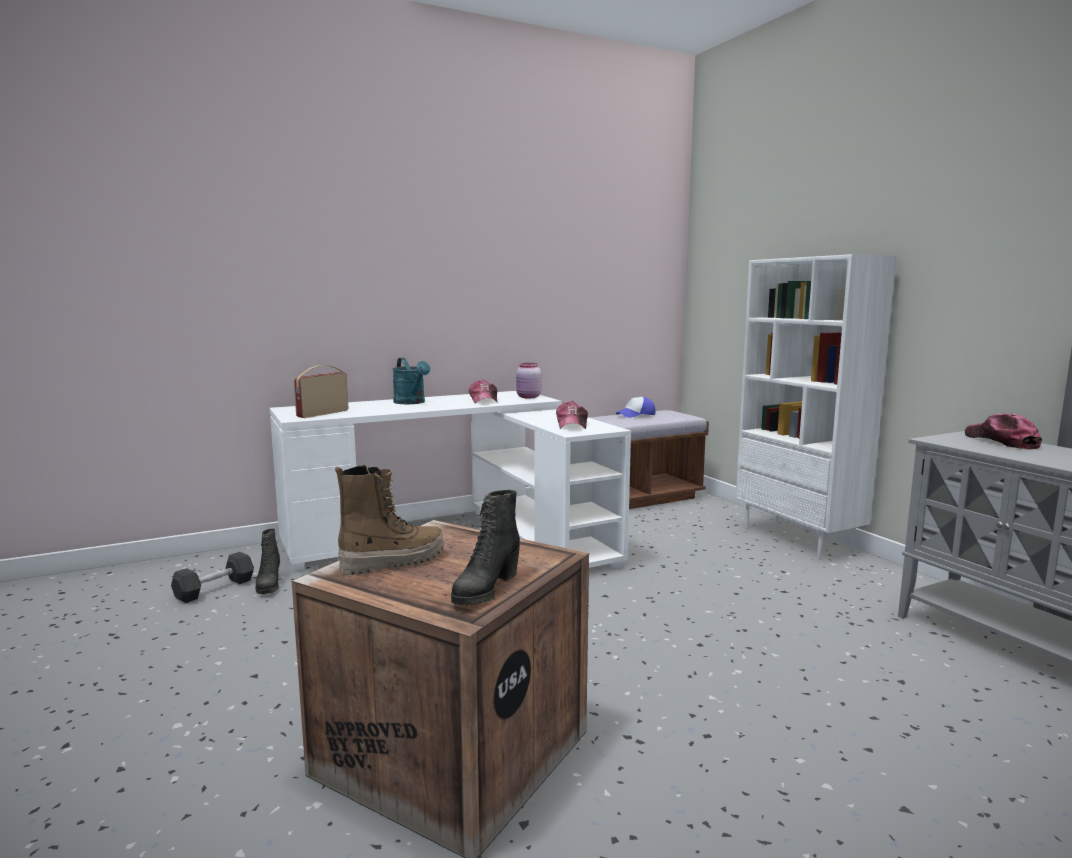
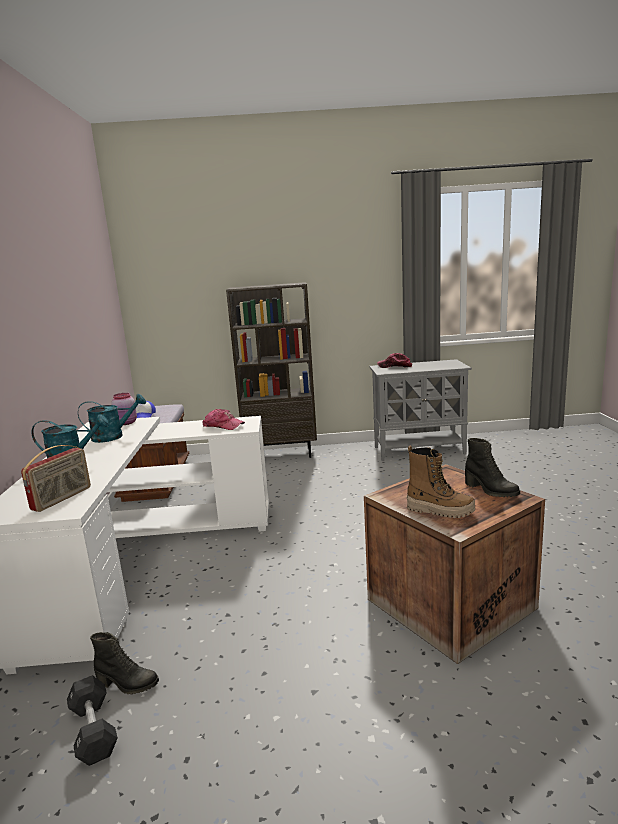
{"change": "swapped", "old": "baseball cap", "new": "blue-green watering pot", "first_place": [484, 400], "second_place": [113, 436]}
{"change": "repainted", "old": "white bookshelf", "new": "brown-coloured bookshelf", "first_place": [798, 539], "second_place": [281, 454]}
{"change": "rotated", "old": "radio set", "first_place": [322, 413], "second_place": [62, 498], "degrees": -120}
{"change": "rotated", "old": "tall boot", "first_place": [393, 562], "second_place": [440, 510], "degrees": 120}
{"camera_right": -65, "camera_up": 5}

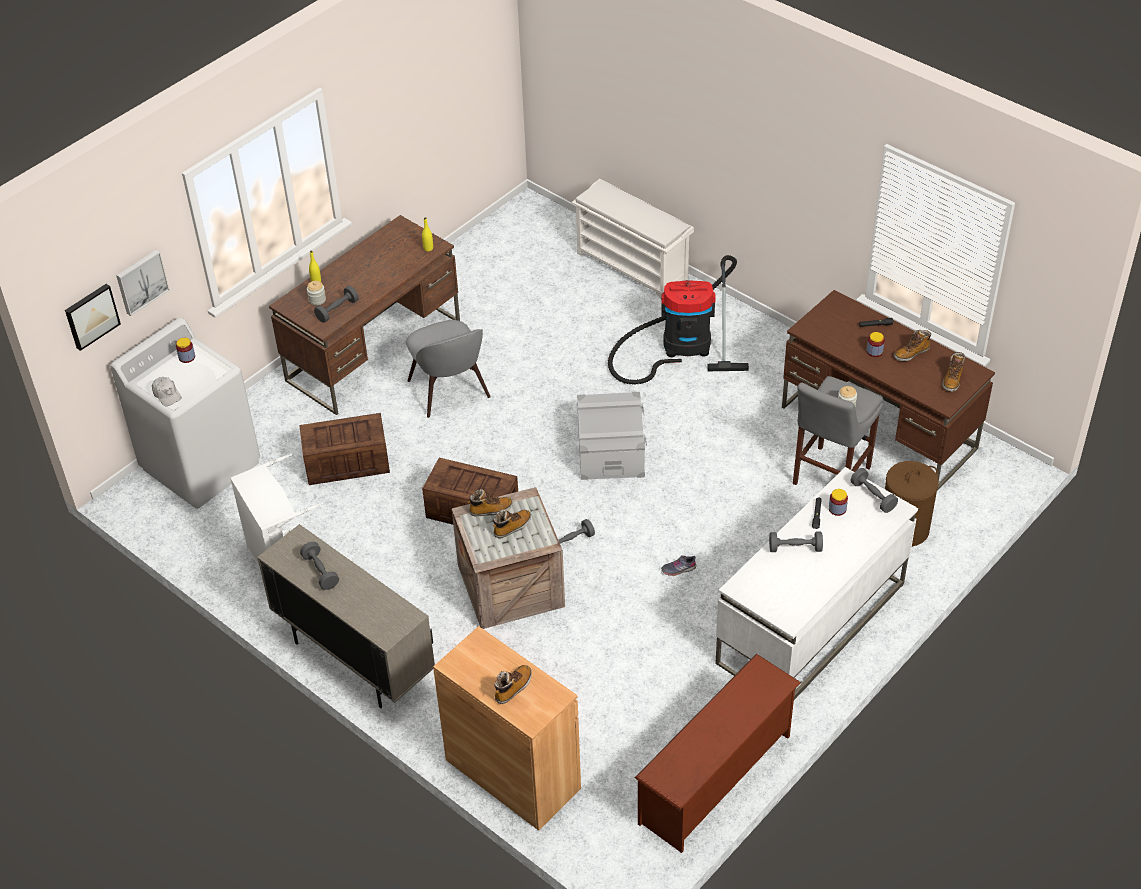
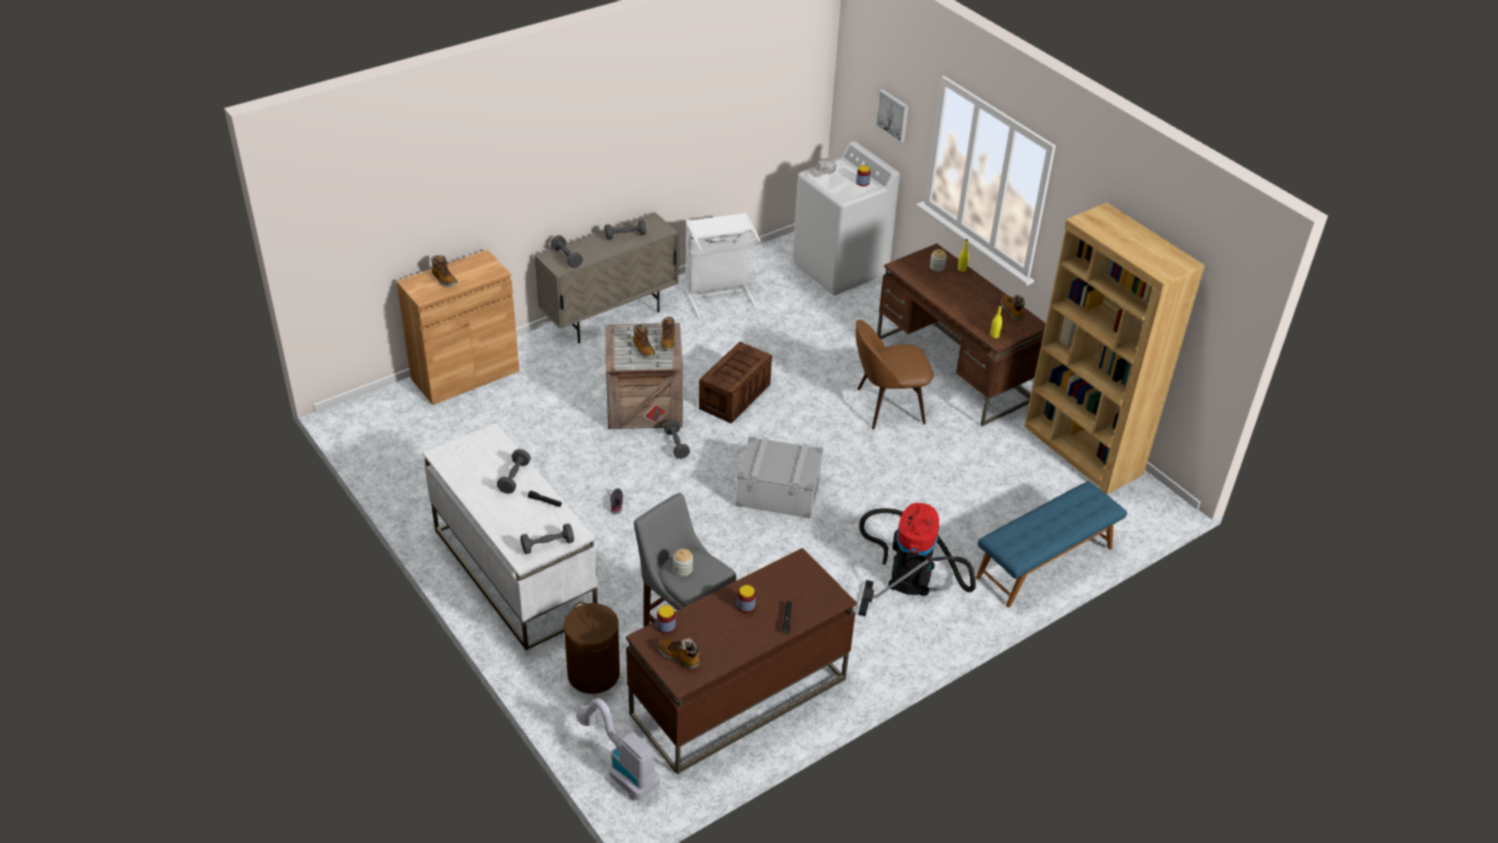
{"change": "gone", "old": "wall art", "first_place": [91, 315]}
{"change": "gone", "old": "crate", "first_place": [345, 464]}
{"change": "gone", "old": "brown-coloured shoe stand", "first_place": [716, 780]}
{"change": "new", "new": "hoover", "second_place": [621, 768]}
{"change": "new", "new": "brown-coloured bookshelf", "second_place": [1082, 450]}
{"change": "shifted", "old": "greyish free weight", "first_place": [337, 310], "second_place": [567, 258]}
{"change": "shifted", "old": "storage jar", "first_place": [837, 509], "second_place": [666, 626]}
{"change": "shifted", "old": "tall boot", "first_place": [911, 353], "second_place": [1012, 311]}
{"change": "swapped", "old": "white shoe stand", "new": "bluish indoor bench", "first_place": [633, 267], "second_place": [1045, 563]}
{"change": "repainted", "old": "greyish upright chair", "new": "brown-coloured upright chair", "first_place": [450, 391], "second_place": [887, 406]}
{"camera_right": 100, "camera_up": -5}

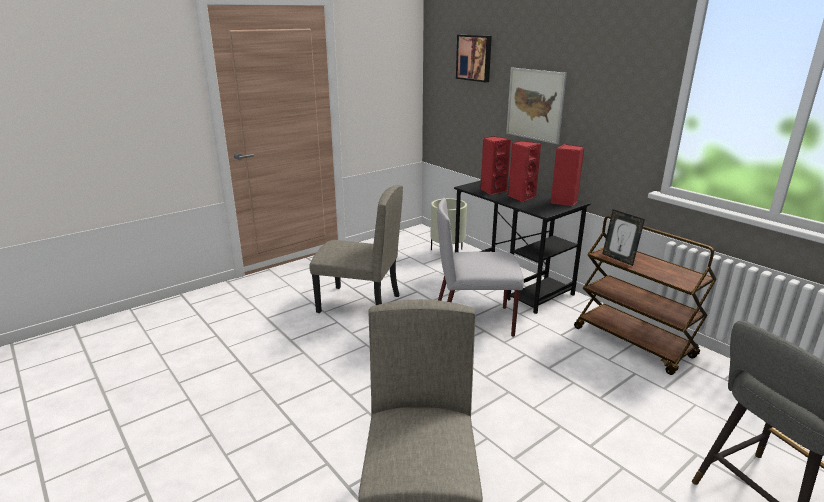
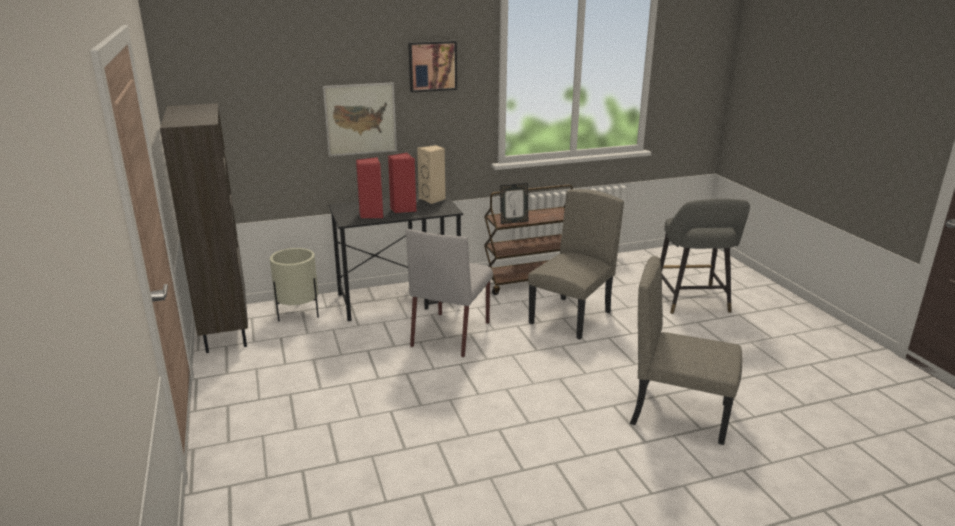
{"change": "new", "new": "brown-coloured bookshelf", "second_place": [224, 330]}
{"change": "shifted", "old": "beige-coloured upright chair", "first_place": [359, 304], "second_place": [571, 318]}
{"change": "shifted", "old": "wall art", "first_place": [474, 58], "second_place": [432, 66]}
{"change": "repainted", "old": "red-coloured speaker", "new": "beige-coloured speaker", "first_place": [564, 202], "second_place": [433, 199]}
{"camera_right": -70, "camera_up": 0}

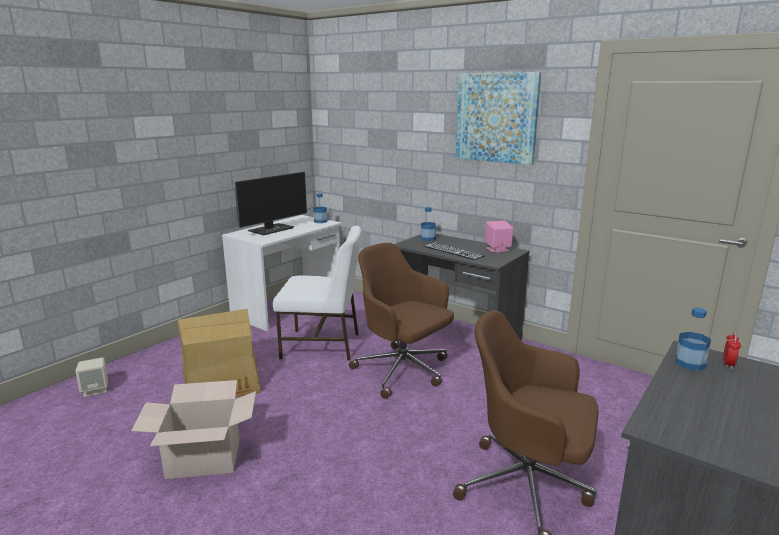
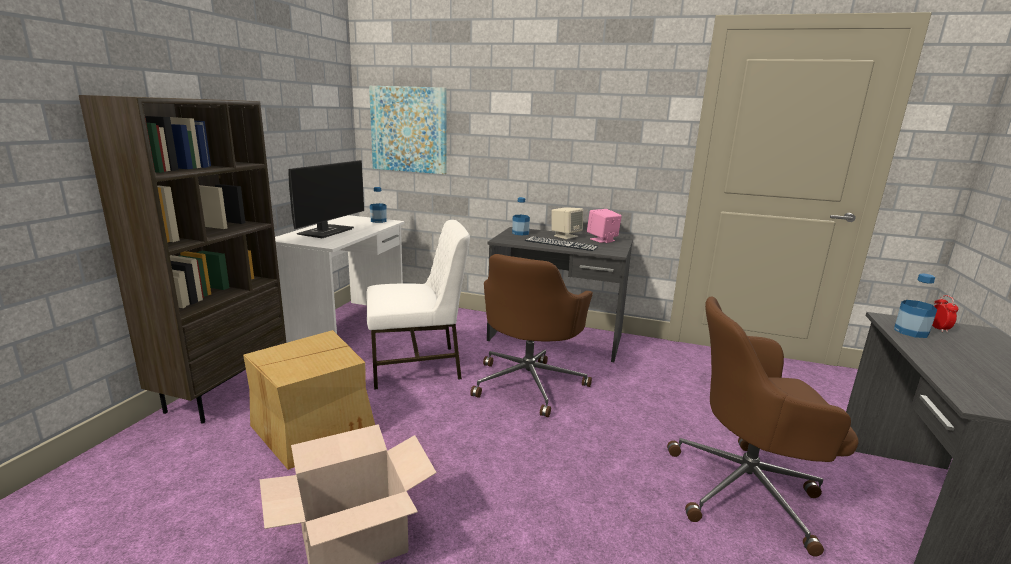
{"change": "new", "new": "brown-coloured bookshelf", "second_place": [224, 391]}
{"change": "shifted", "old": "beige-coloured speaker", "first_place": [95, 390], "second_place": [565, 236]}
{"change": "shifted", "old": "wall art", "first_place": [496, 117], "second_place": [409, 129]}
{"change": "rotated", "old": "brown-coloured office chair", "first_place": [403, 371], "second_place": [529, 383], "degrees": -90}
{"camera_right": -20, "camera_up": 0}

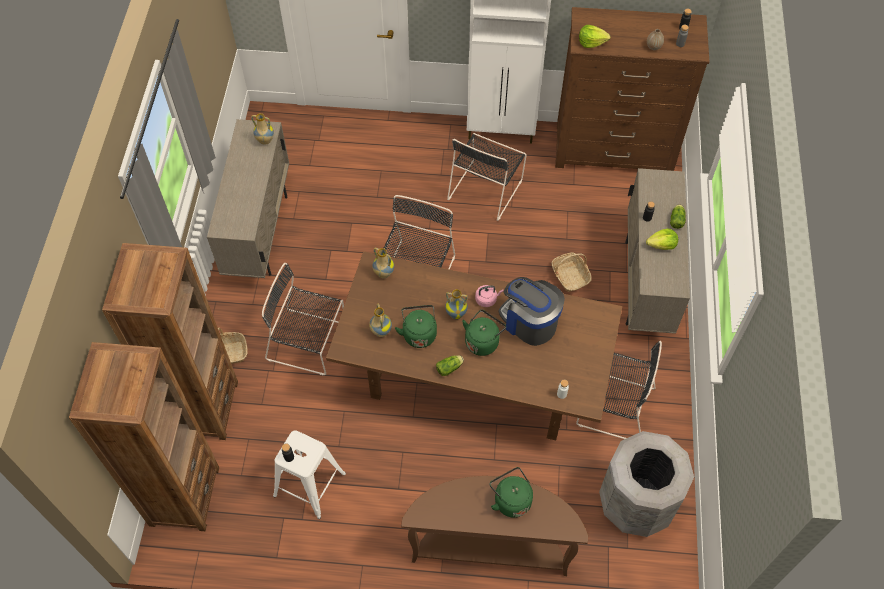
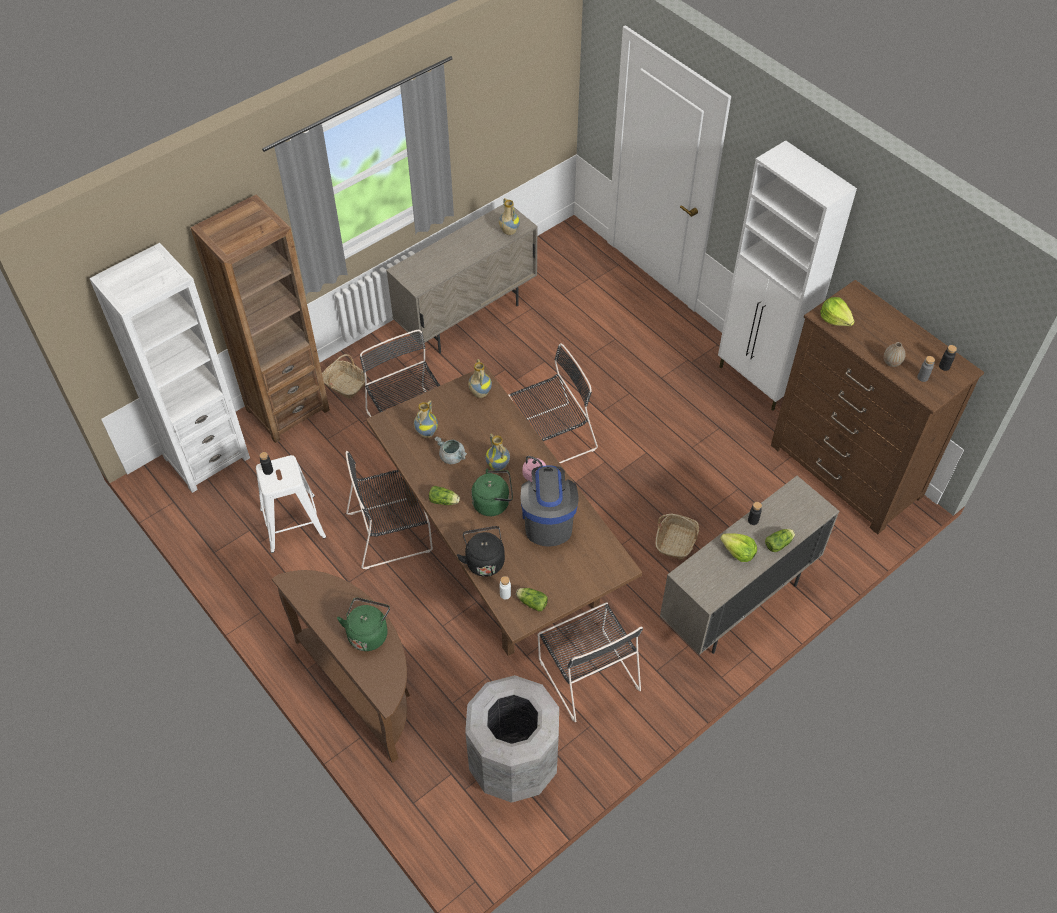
{"change": "new", "new": "black-coloured kettle", "second_place": [484, 560]}
{"change": "new", "new": "lettuce", "second_place": [531, 602]}
{"change": "shifted", "old": "black-coloured upright chair", "first_place": [486, 188], "second_place": [392, 531]}
{"change": "swapped", "old": "greenish kettle", "new": "greyish saucepot", "first_place": [419, 333], "second_place": [452, 457]}
{"change": "repainted", "old": "brown-coloured bookshelf", "new": "white bookshelf", "first_place": [184, 496], "second_place": [206, 457]}
{"camera_right": 45, "camera_up": -5}

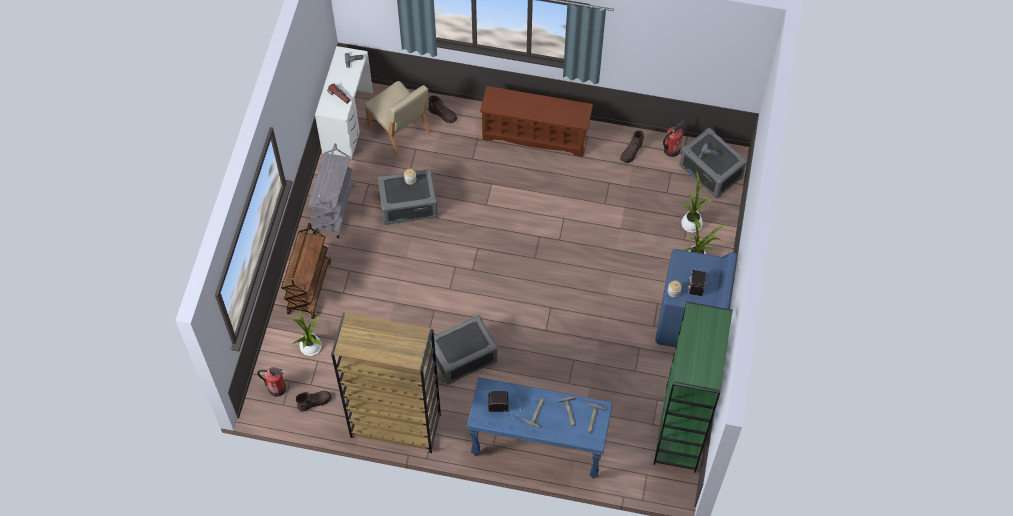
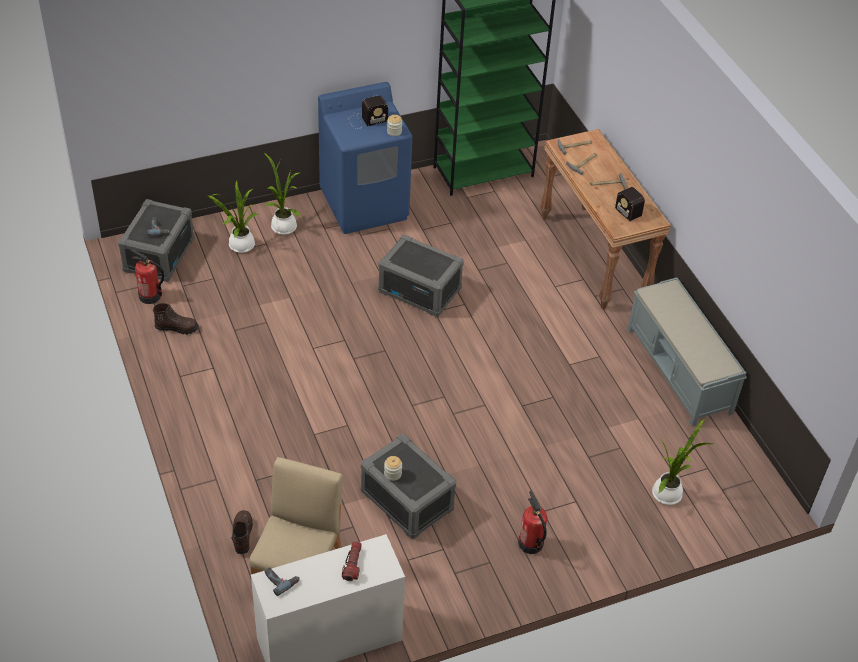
{"change": "gone", "old": "brown-coloured trolley", "first_place": [309, 286]}
{"change": "gone", "old": "brown-coloured tall boot", "first_place": [314, 402]}
{"change": "gone", "old": "greyish trolley", "first_place": [333, 207]}
{"change": "gone", "old": "brown-coloured shoe stand", "first_place": [535, 135]}
{"change": "shifted", "old": "extinguisher", "first_place": [276, 388], "second_place": [530, 544]}
{"change": "shifted", "old": "greyish storage box", "first_place": [463, 357], "second_place": [420, 290]}
{"change": "swapped", "old": "brown-coloured bookshelf", "new": "greyish indoor bench", "first_place": [395, 426], "second_place": [679, 371]}
{"change": "repainted", "old": "bluish console table", "new": "brown-coloured console table", "first_place": [537, 448], "second_place": [594, 257]}
{"camera_right": -125, "camera_up": -15}

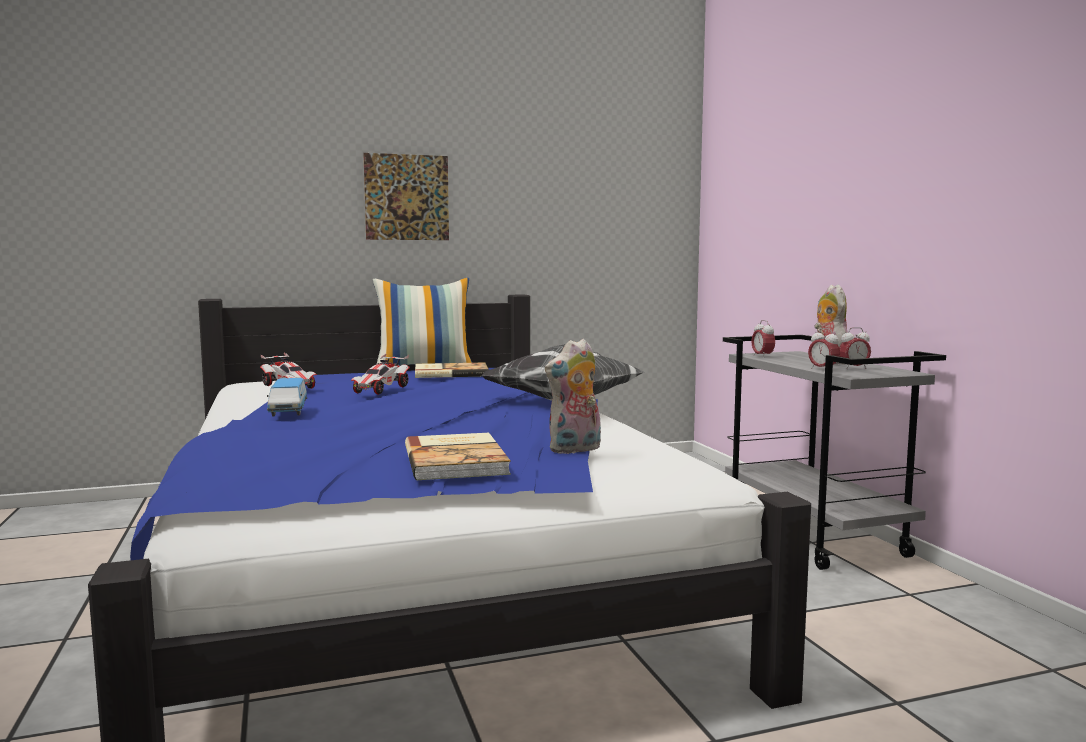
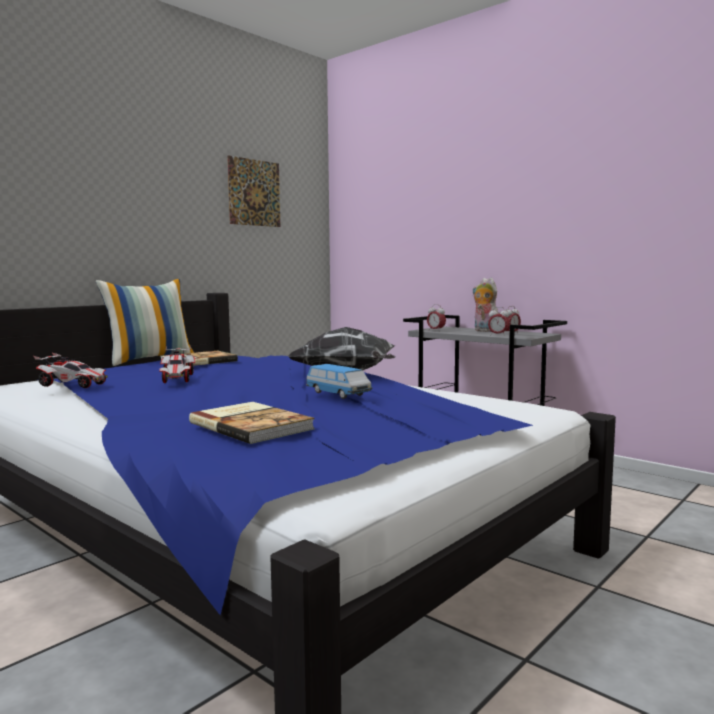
{"change": "gone", "old": "soft toy", "first_place": [575, 450]}
{"change": "shifted", "old": "toy car", "first_place": [288, 411], "second_place": [338, 394]}
{"change": "shifted", "old": "wall art", "first_place": [407, 197], "second_place": [254, 192]}
{"change": "shifted", "old": "volume", "first_place": [457, 460], "second_place": [252, 425]}
{"camera_right": -30, "camera_up": 0}

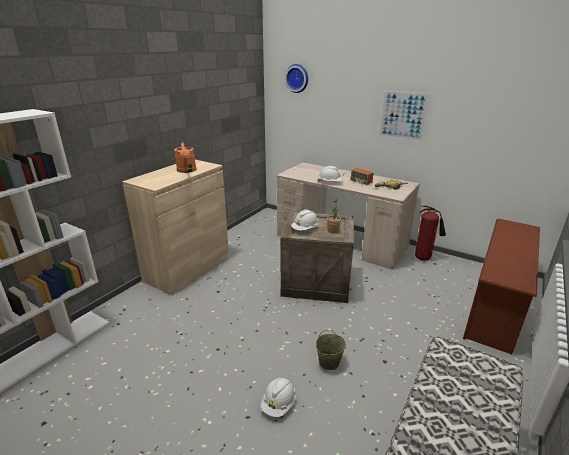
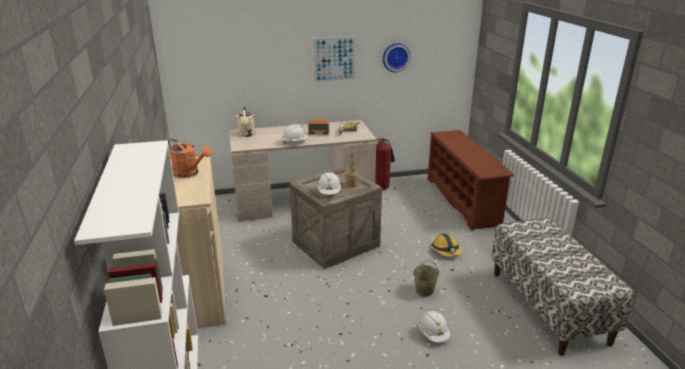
{"change": "new", "new": "beige-coloured watering pot", "second_place": [247, 135]}
{"change": "new", "new": "safety helmet", "second_place": [445, 250]}
{"change": "shifted", "old": "clock on the wall", "first_place": [297, 78], "second_place": [395, 57]}
{"camera_right": -45, "camera_up": 0}

